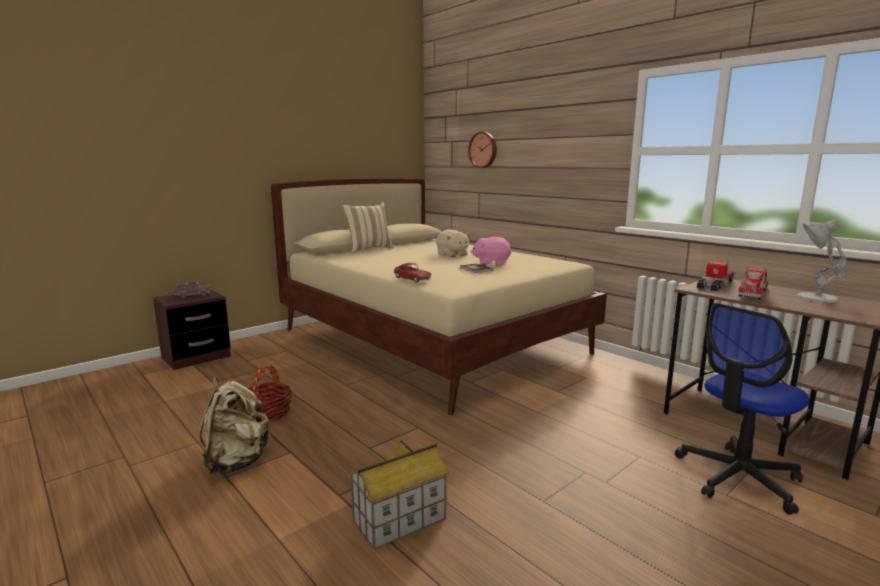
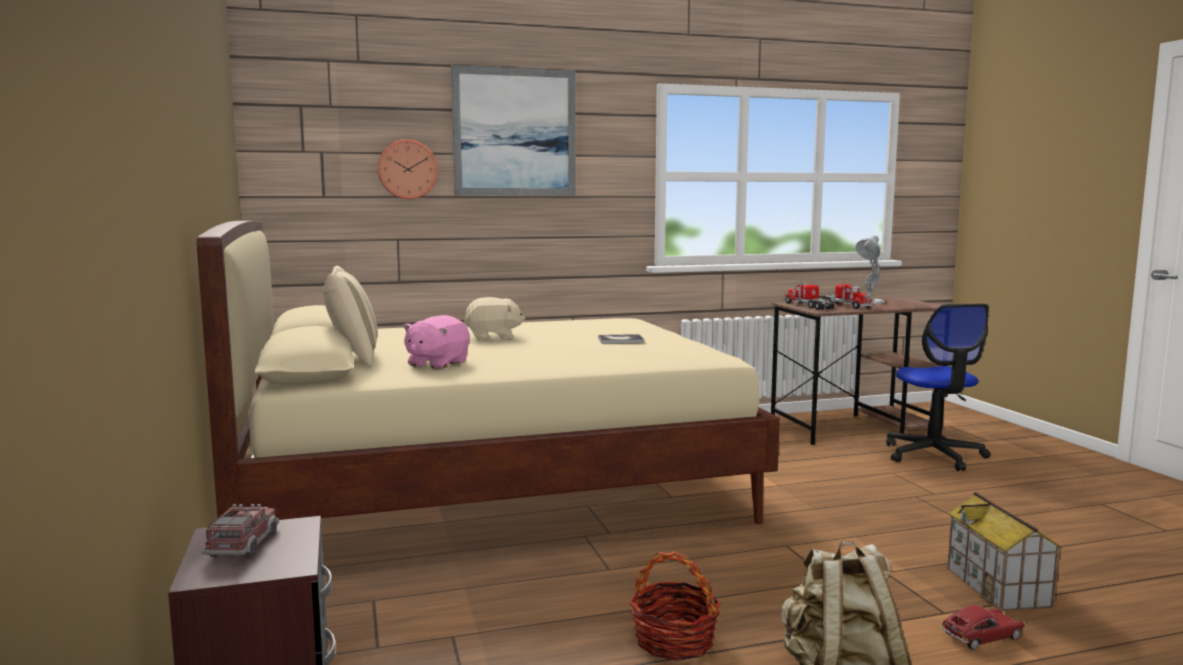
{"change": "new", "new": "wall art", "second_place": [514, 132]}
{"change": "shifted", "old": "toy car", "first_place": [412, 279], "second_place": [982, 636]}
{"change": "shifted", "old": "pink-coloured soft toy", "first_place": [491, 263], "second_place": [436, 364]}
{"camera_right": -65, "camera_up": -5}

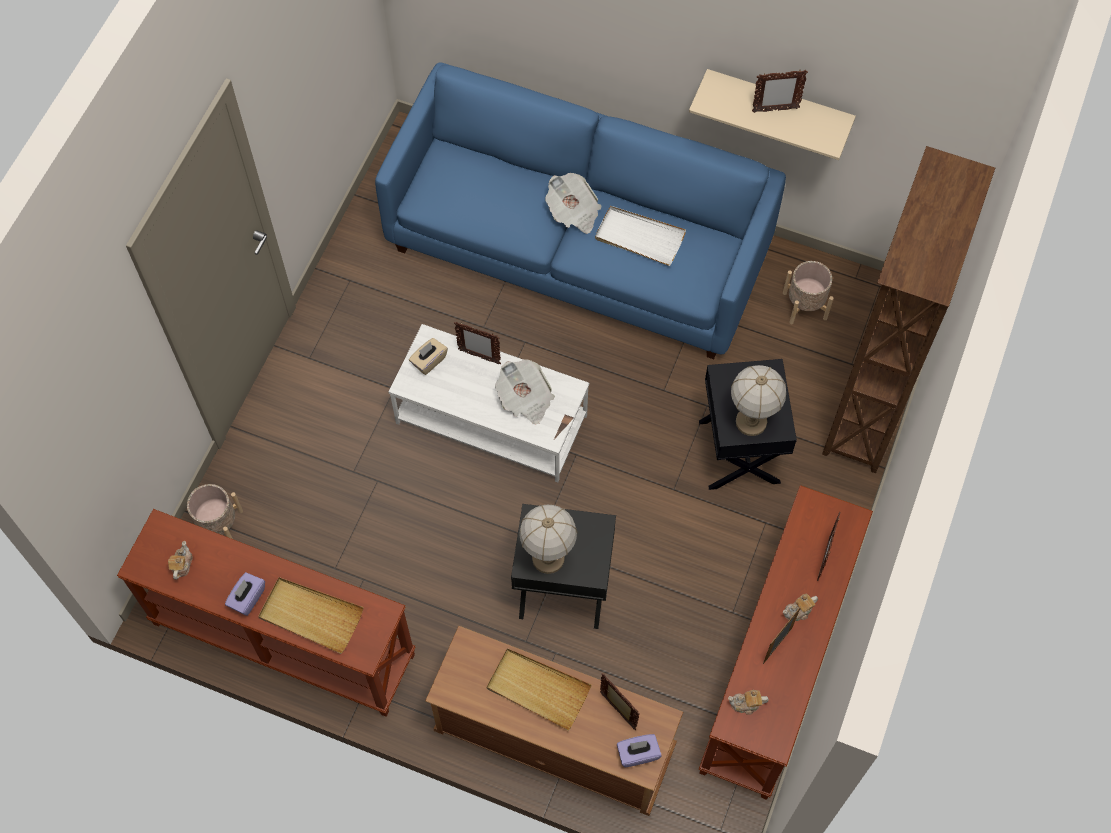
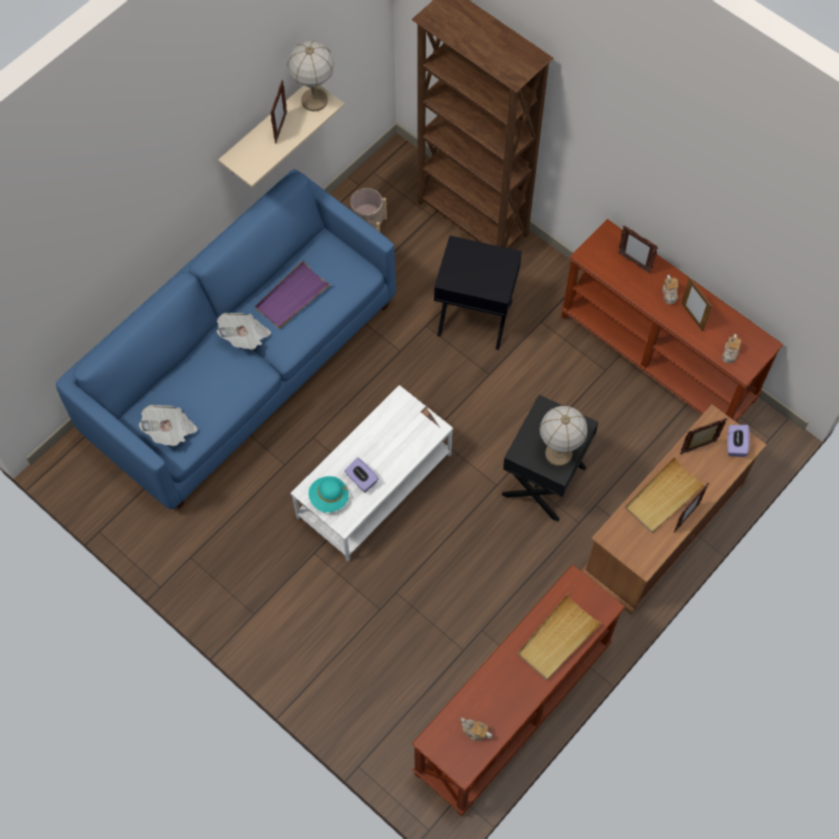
{"change": "gone", "old": "beige-coloured flower pot", "first_place": [219, 526]}
{"change": "shifted", "old": "purplish tissue box", "first_place": [247, 598], "second_place": [361, 480]}
{"change": "shifted", "old": "standing frame", "first_place": [479, 356], "second_place": [685, 518]}
{"change": "shifted", "old": "printed paper", "first_place": [525, 399], "second_place": [170, 431]}
{"change": "shifted", "old": "table lamp", "first_place": [751, 422], "second_place": [314, 100]}
{"change": "swapped", "old": "beige-coloured tissue box", "new": "blue-green wearable hat", "first_place": [429, 361], "second_place": [329, 498]}
{"change": "repainted", "old": "white tray", "new": "purplish tray", "first_place": [639, 237], "second_place": [292, 297]}
{"camera_right": -70, "camera_up": 0}

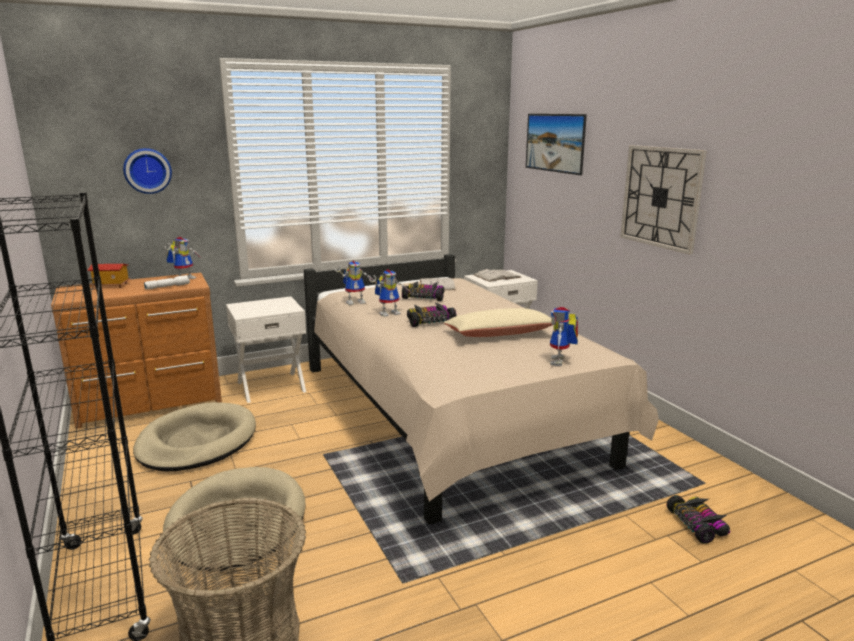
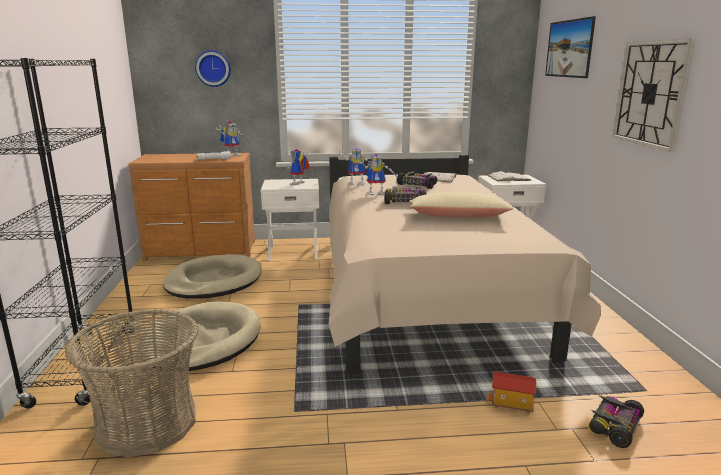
{"change": "shifted", "old": "toy house", "first_place": [110, 285], "second_place": [511, 404]}
{"change": "shifted", "old": "model robot", "first_place": [561, 362], "second_place": [298, 184]}
{"change": "rotated", "old": "toy car", "first_place": [698, 525], "second_place": [613, 426], "degrees": -150}
{"camera_right": 20, "camera_up": 0}

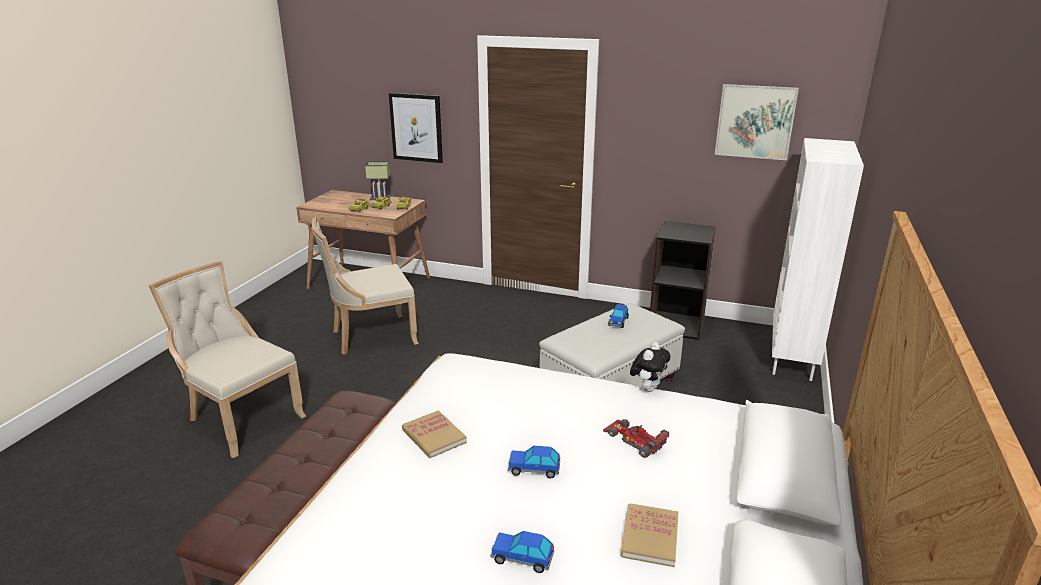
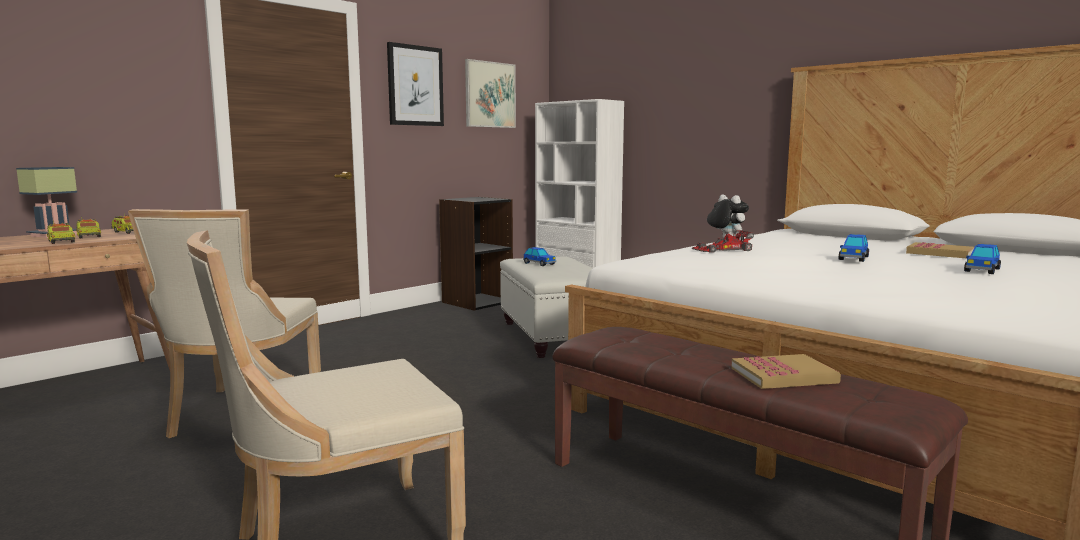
{"change": "shifted", "old": "wall art", "first_place": [416, 127], "second_place": [415, 85]}
{"change": "shifted", "old": "volume", "first_place": [434, 436], "second_place": [783, 375]}
{"change": "shifted", "old": "toy car", "first_place": [635, 439], "second_place": [722, 249]}
{"camera_right": -65, "camera_up": -15}

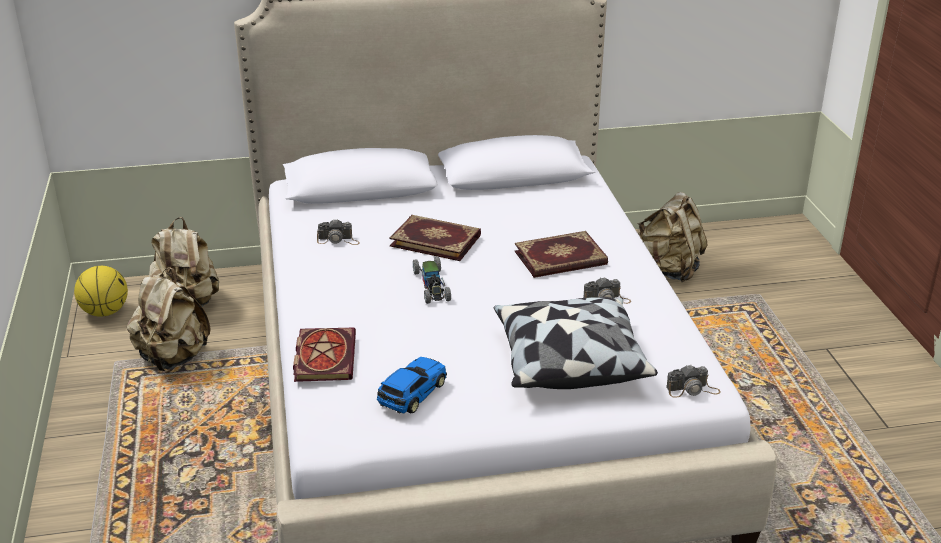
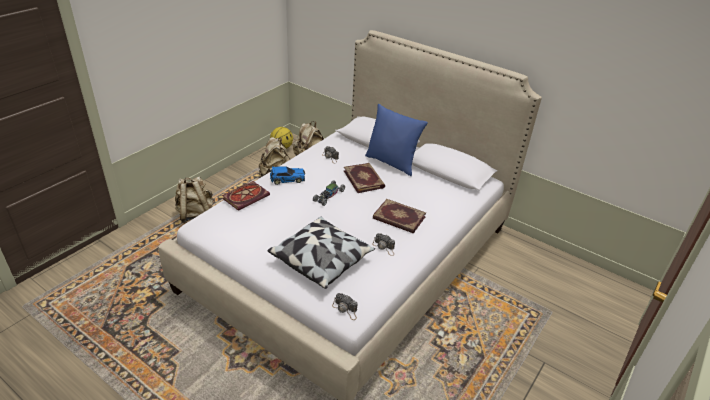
{"change": "new", "new": "bluish pillow", "second_place": [392, 162]}
{"change": "shifted", "old": "toy car", "first_place": [411, 393], "second_place": [287, 179]}
{"change": "shifted", "old": "beige-coloured backpack", "first_place": [668, 270], "second_place": [196, 216]}
{"camera_right": 45, "camera_up": 5}

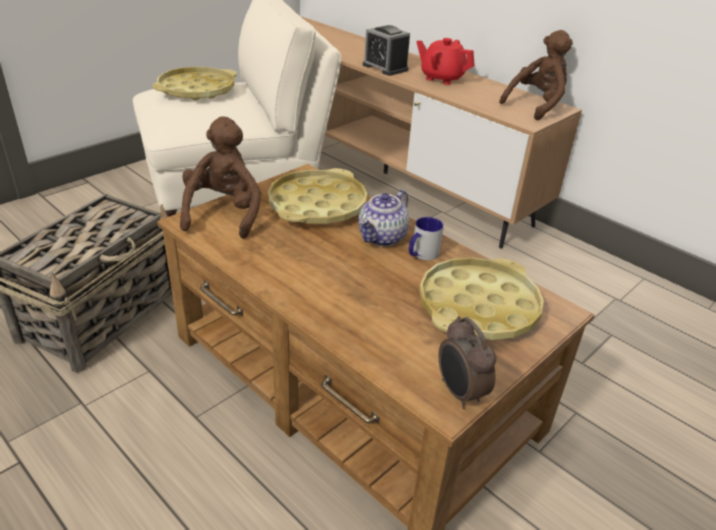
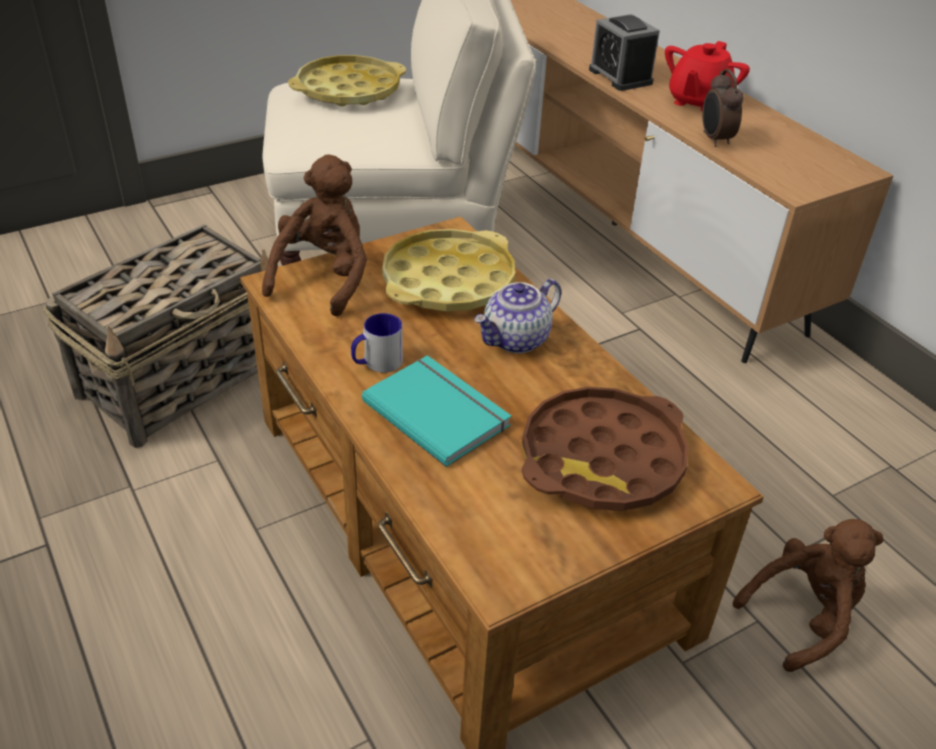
{"change": "new", "new": "blue-green volume", "second_place": [438, 411]}
{"change": "shifted", "old": "tea mug", "first_place": [421, 254], "second_place": [376, 363]}
{"change": "shifted", "old": "table clock", "first_place": [459, 393], "second_place": [714, 139]}
{"change": "shifted", "old": "brown-coloured soft toy", "first_place": [536, 105], "second_place": [803, 616]}
{"change": "repainted", "old": "yellow tray", "new": "brown-coloured tray", "first_place": [478, 307], "second_place": [602, 459]}
{"change": "rotated", "old": "red-coloured tea pot", "first_place": [442, 78], "second_place": [697, 101], "degrees": -105}
{"camera_right": 15, "camera_up": 5}

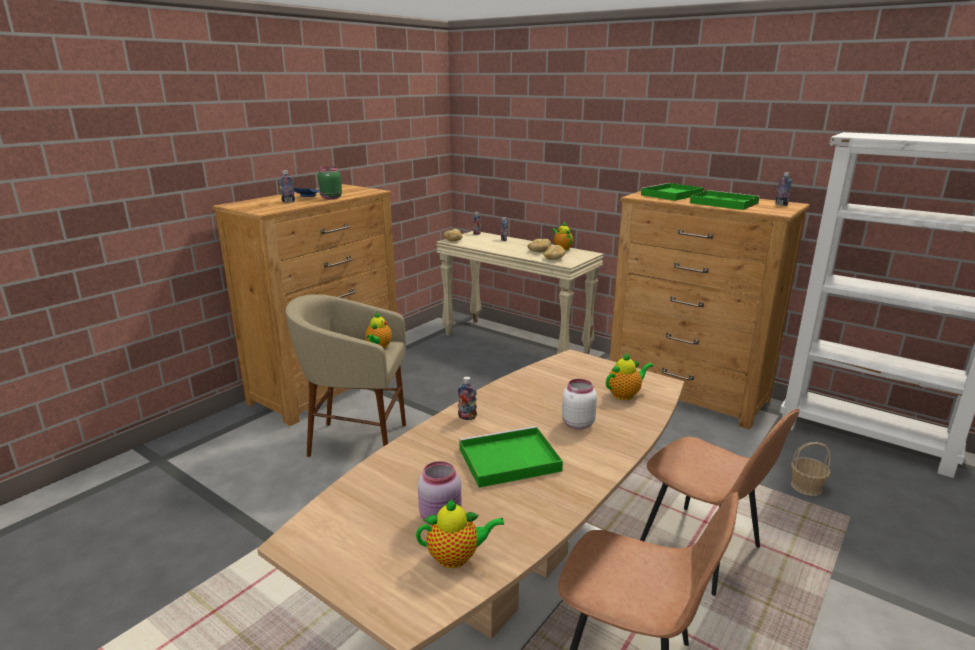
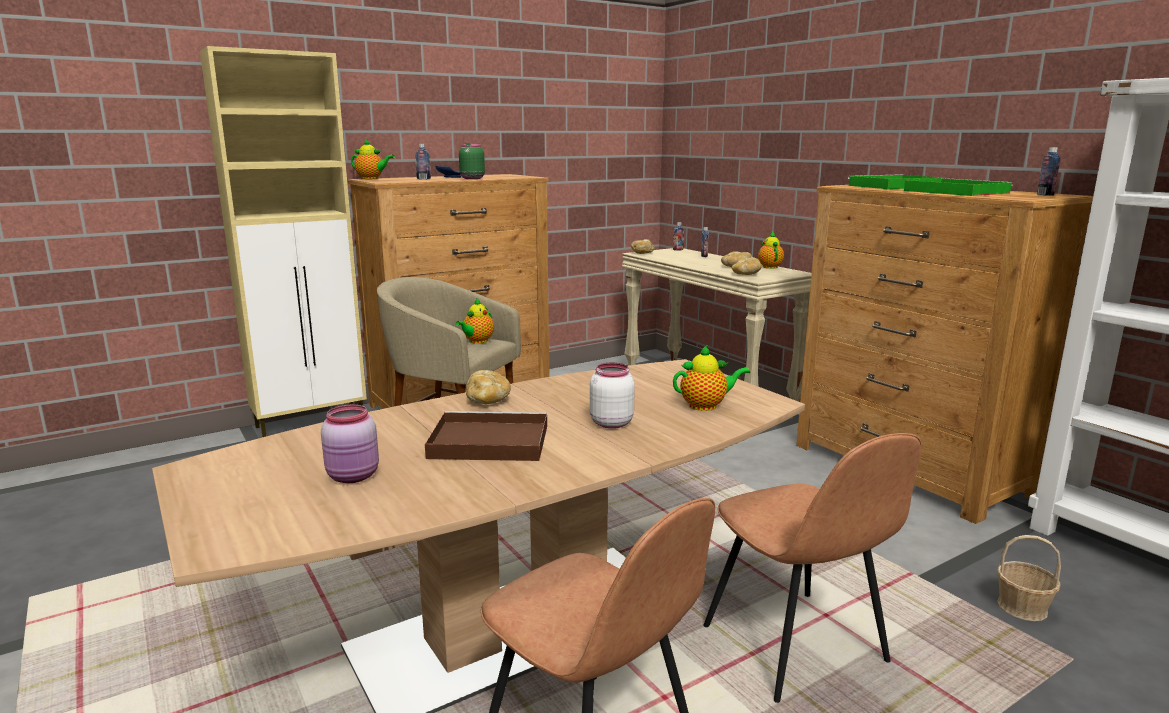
{"change": "new", "new": "beige-coloured cabinet", "second_place": [312, 423]}
{"change": "shifted", "old": "tea pot", "first_place": [457, 557], "second_place": [371, 178]}
{"change": "swapped", "old": "drink bottle", "new": "baked bread", "first_place": [467, 417], "second_place": [487, 400]}
{"change": "repainted", "old": "greenish tray", "new": "brown-coloured tray", "first_place": [507, 460], "second_place": [486, 442]}
{"camera_right": 20, "camera_up": -5}

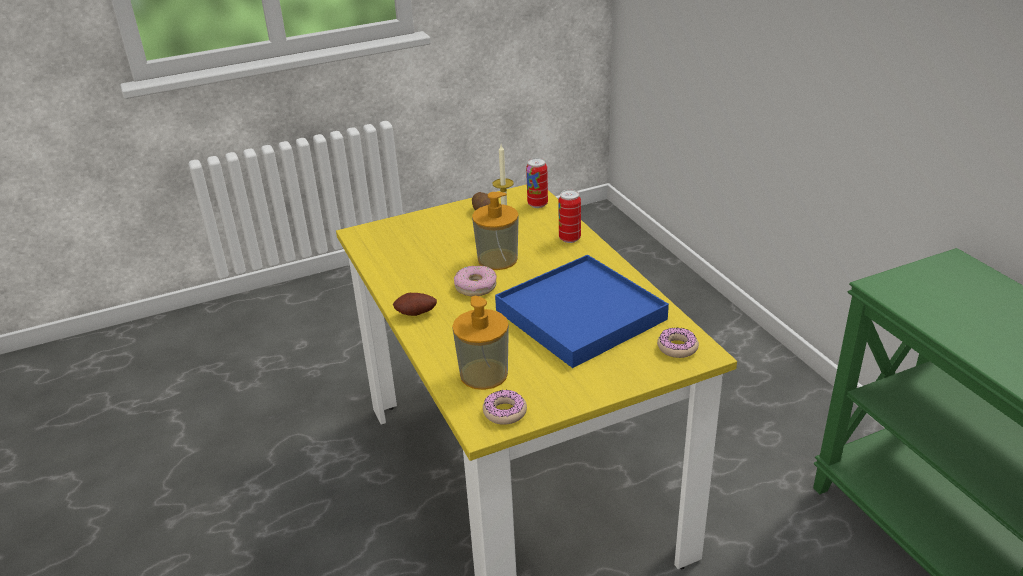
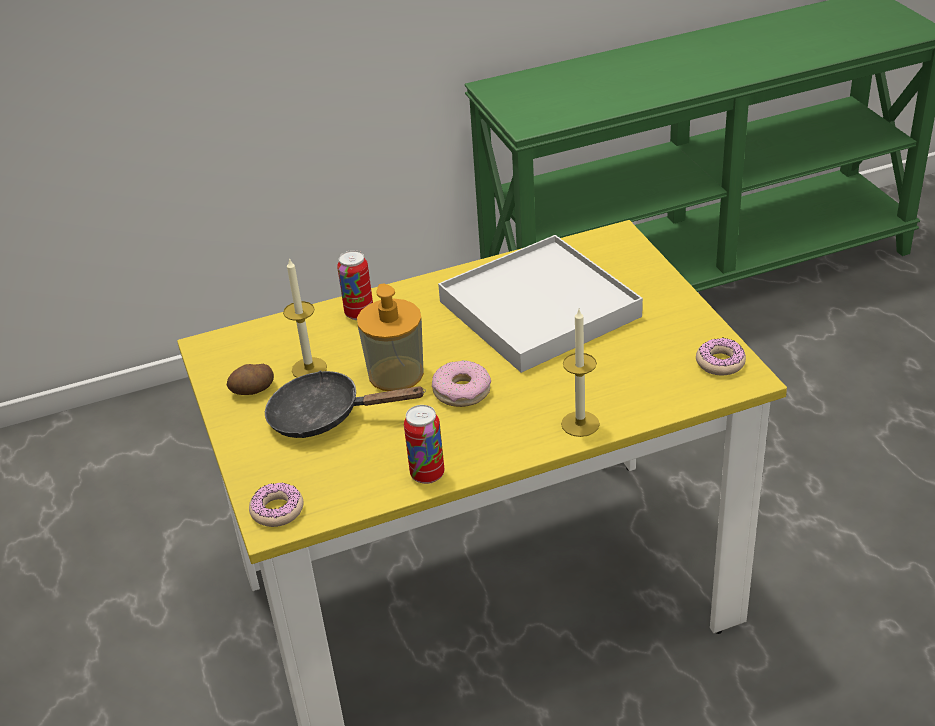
{"change": "gone", "old": "whole potato", "first_place": [416, 314]}
{"change": "gone", "old": "liquid soap bottle", "first_place": [483, 374]}
{"change": "new", "new": "black-coloured frying pan", "second_place": [325, 416]}
{"change": "new", "new": "wax light", "second_place": [580, 424]}
{"change": "shifted", "old": "metal can", "first_place": [537, 204], "second_place": [427, 474]}
{"change": "shifted", "old": "donut", "first_place": [677, 347], "second_place": [277, 510]}
{"change": "repainted", "old": "bluish tray", "new": "white tray", "first_place": [580, 315], "second_place": [540, 309]}
{"camera_right": -85, "camera_up": 5}

